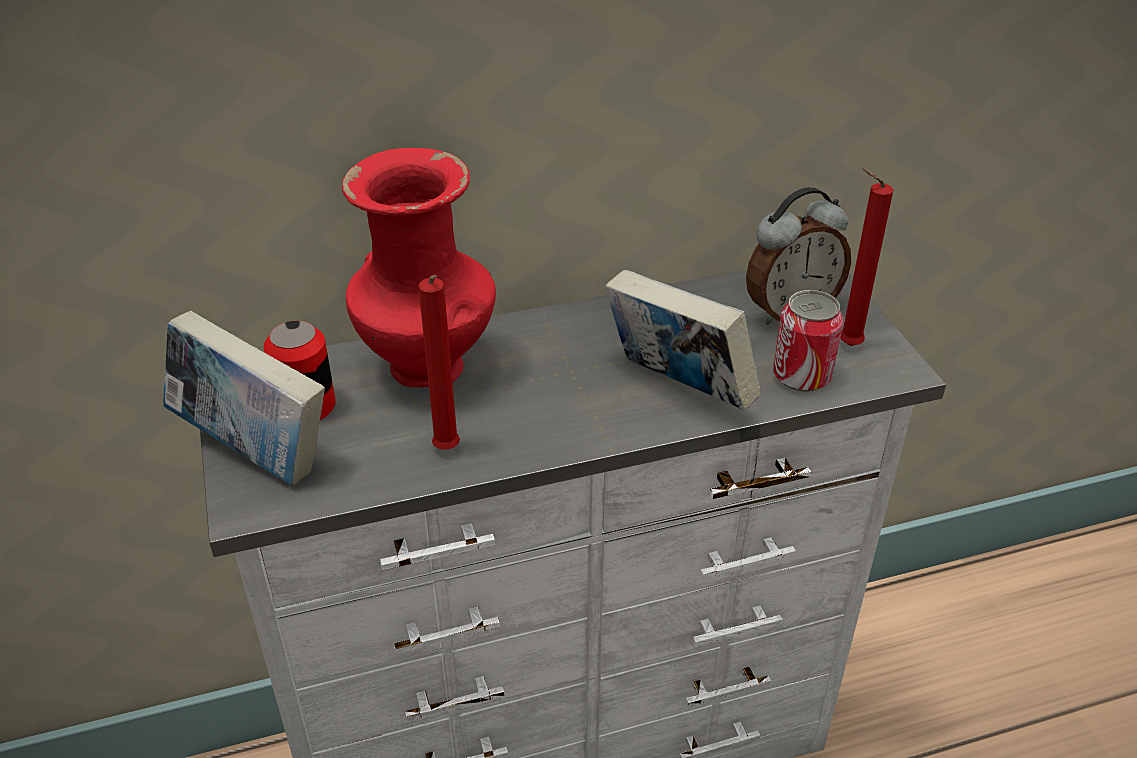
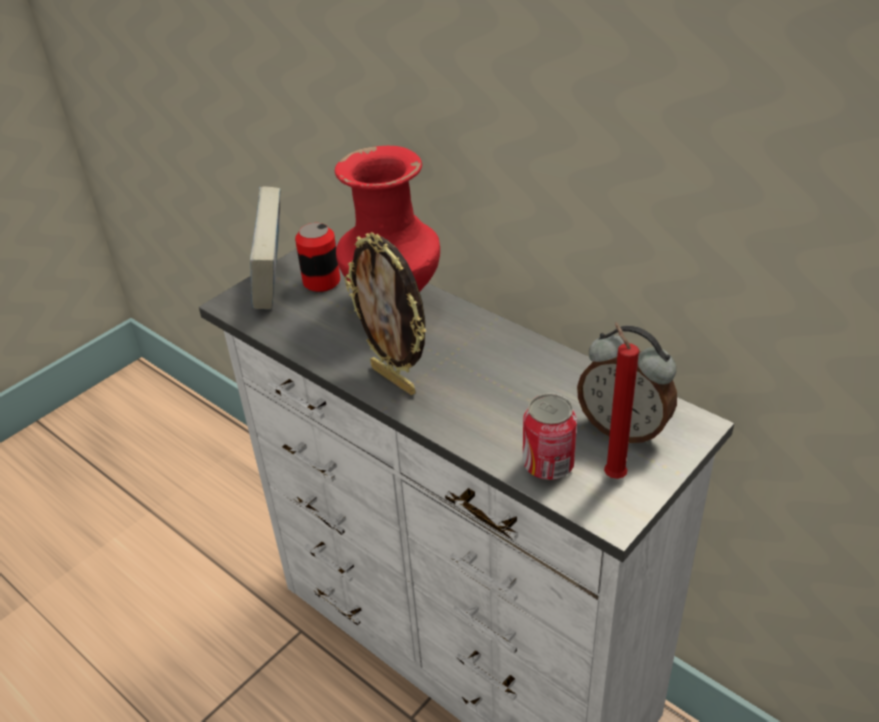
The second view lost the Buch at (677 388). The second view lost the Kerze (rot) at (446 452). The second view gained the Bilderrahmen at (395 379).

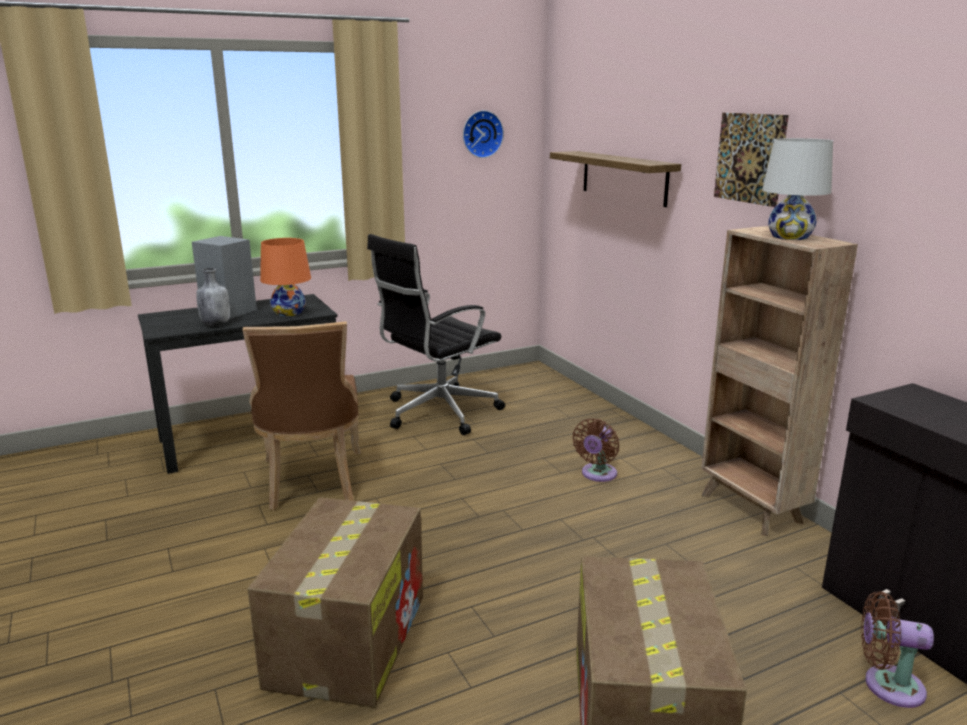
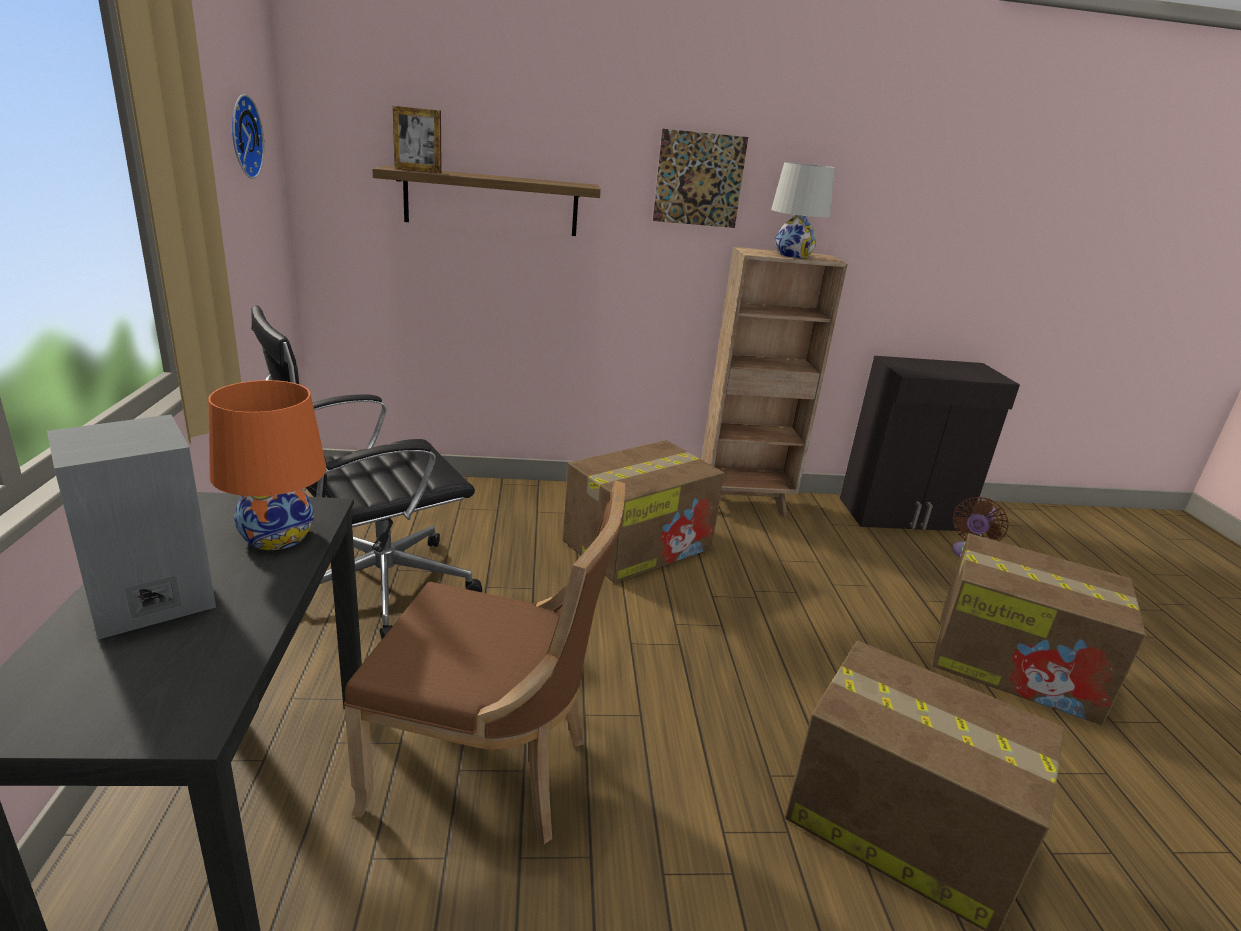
The Bürostuhl (schwarz) at (438 413) ended up facing another way, 75 degrees clockwise from before. The second view lost the Flasche (grau) at (216 324). Where the Ventilator (braun) stood at (597 475), the Karton came to stand at (639 544). The second view gained the Bilderrahmen at (418 171).

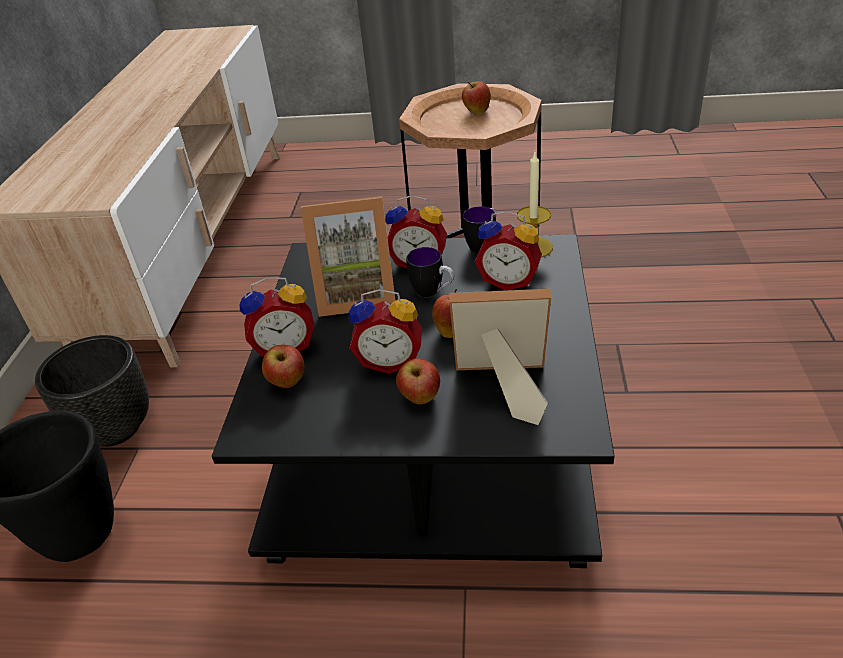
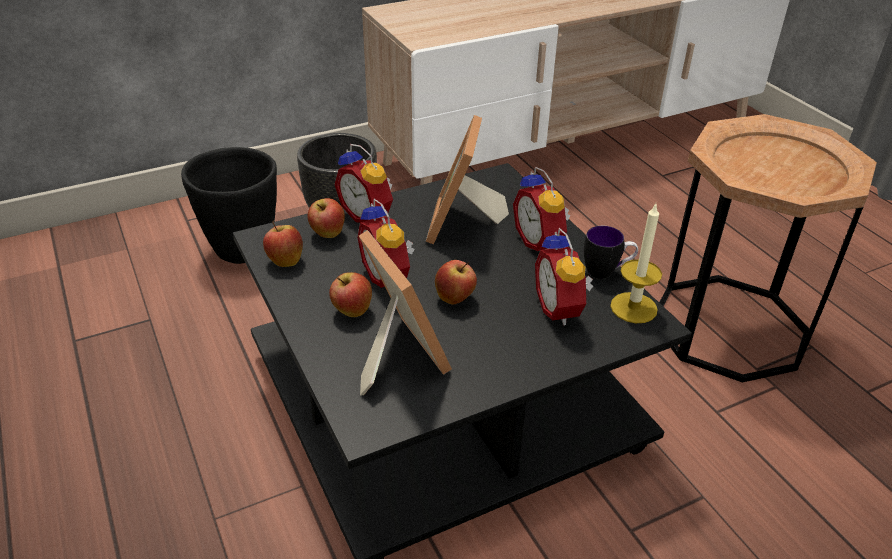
The Apfel ended up elsewhere, having gone from (476 111) to (285 261). The Bilderrahmen at (356 294) ended up facing another way, 45 degrees clockwise from before. The second view lost the Henkelbecher at (433 292).

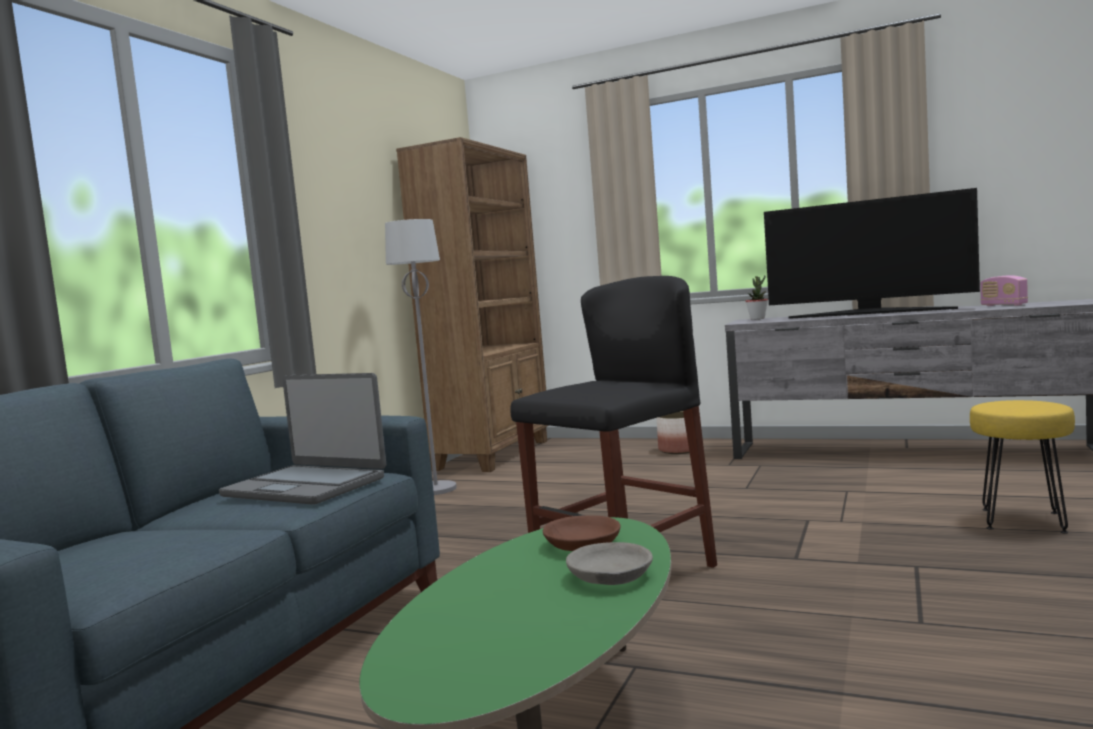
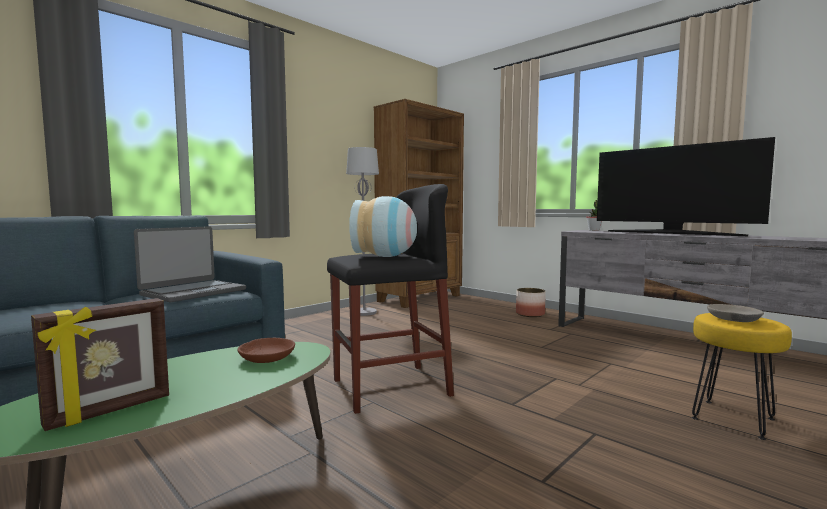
The second view lost the Radio at (1003 305). The Laptop at (306 486) ended up facing another way, 105 degrees counterclockwise from before. The Schüssel (grau) ended up elsewhere, having gone from (610 577) to (733 319). The second view gained the Vase at (385 256). The second view gained the Bilderrahmen at (110 411).

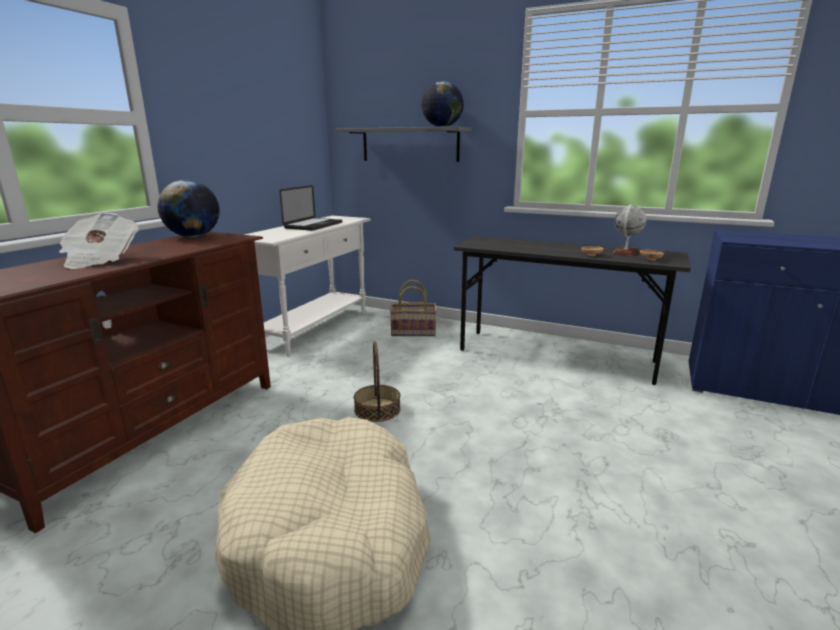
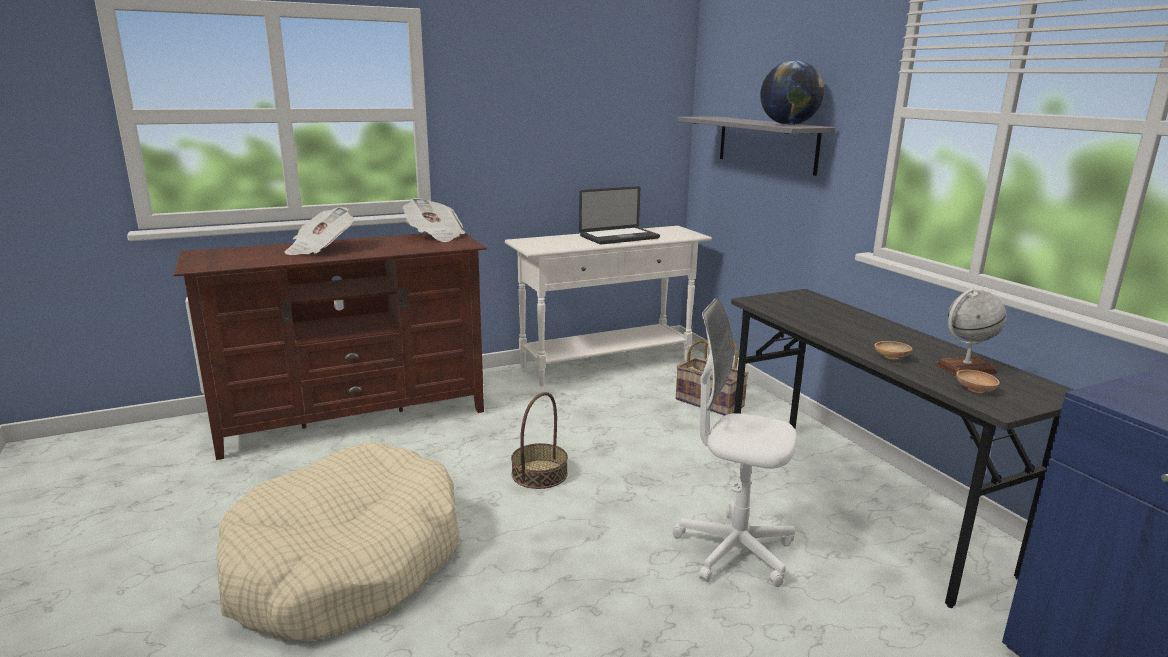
Where the Globus stood at (193 236), the Zeitung came to stand at (435 236). The second view gained the Bürostuhl (weiß) at (734 551).

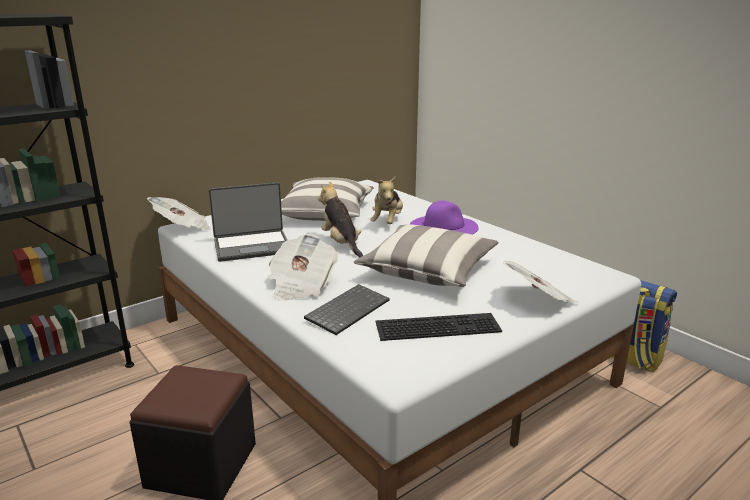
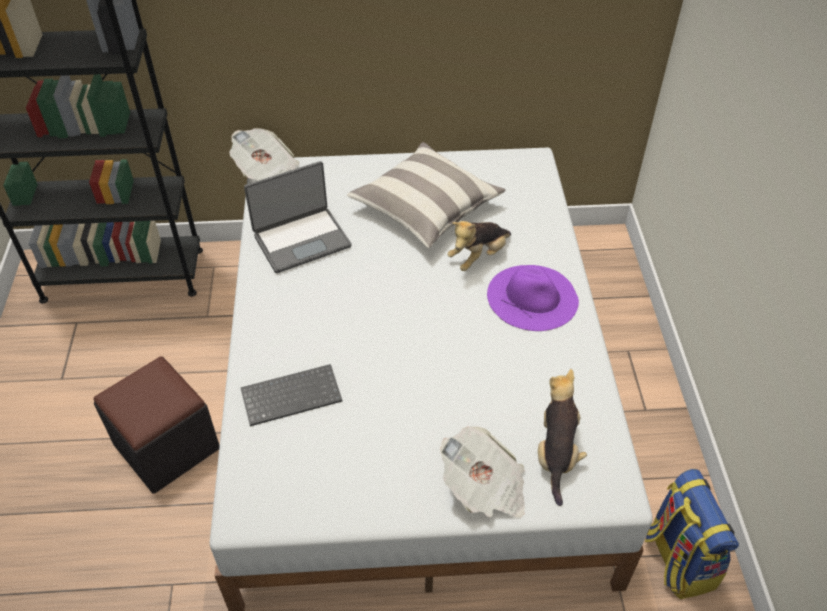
The Plüschtier ended up elsewhere, having gone from (341 243) to (556 453). The Laptop at (252 246) ended up facing another way, 45 degrees counterclockwise from before. The second view lost the Kissen at (427 271). The second view lost the Zeitung at (301 285). The second view lost the Tastatur at (438 325).

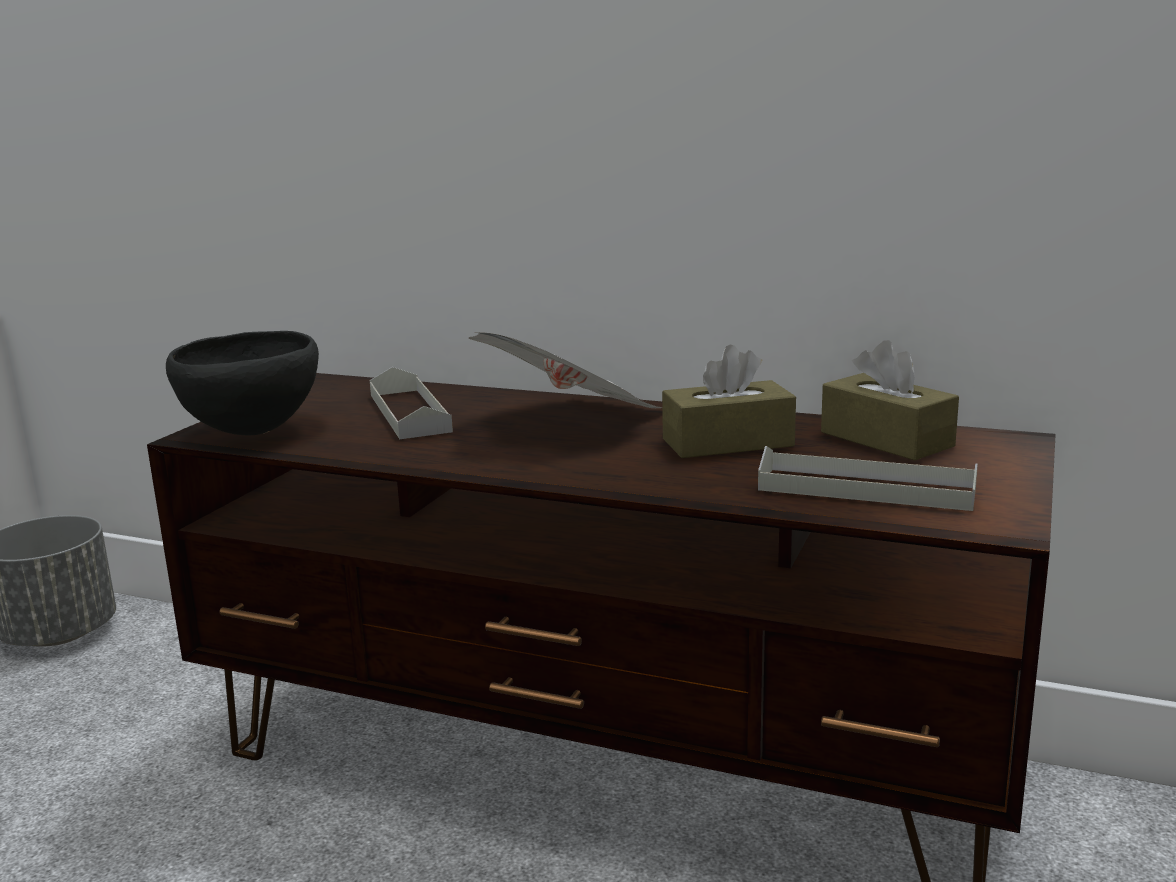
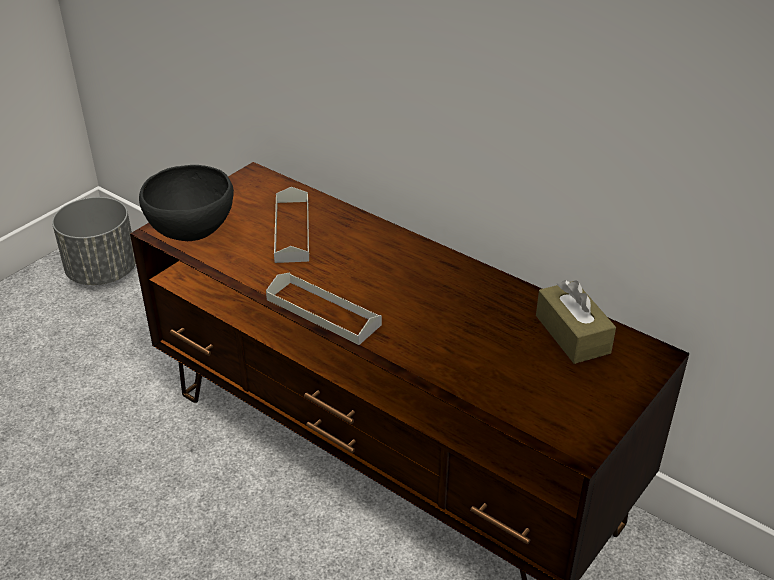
The second view lost the Zeitung at (572 423). The second view lost the Taschentuchbox (braun) at (727 442). The Tablett (grau) ended up elsewhere, having gone from (866 489) to (323 312).

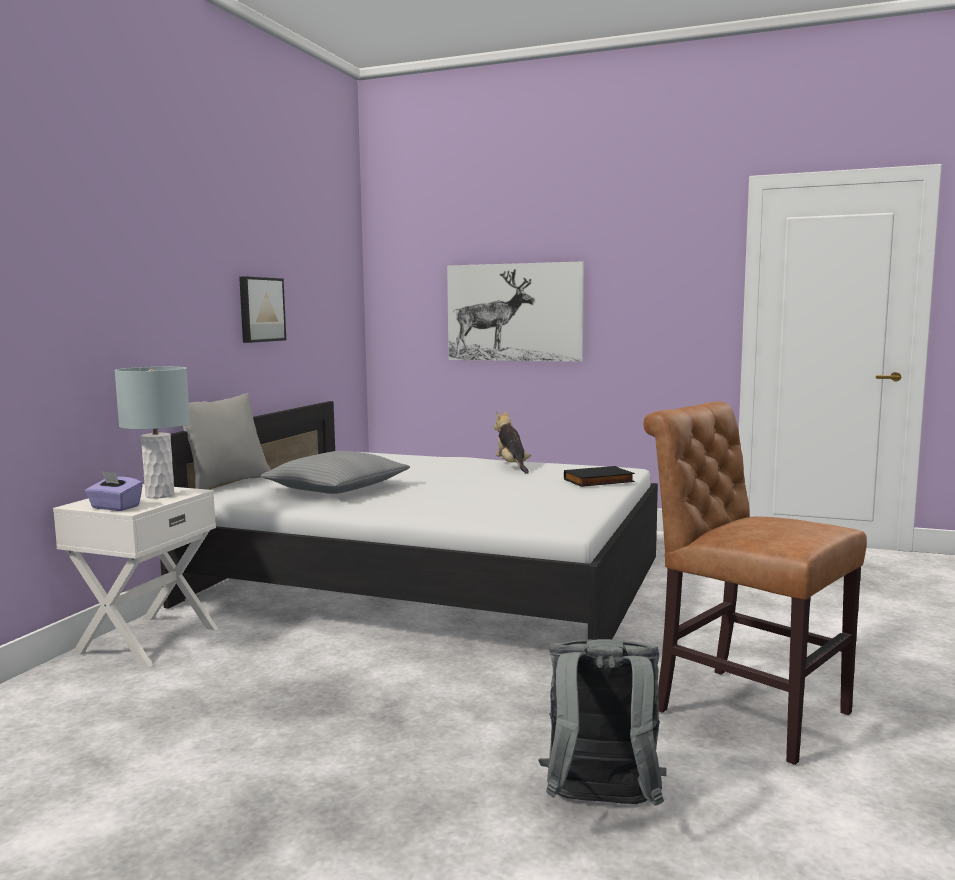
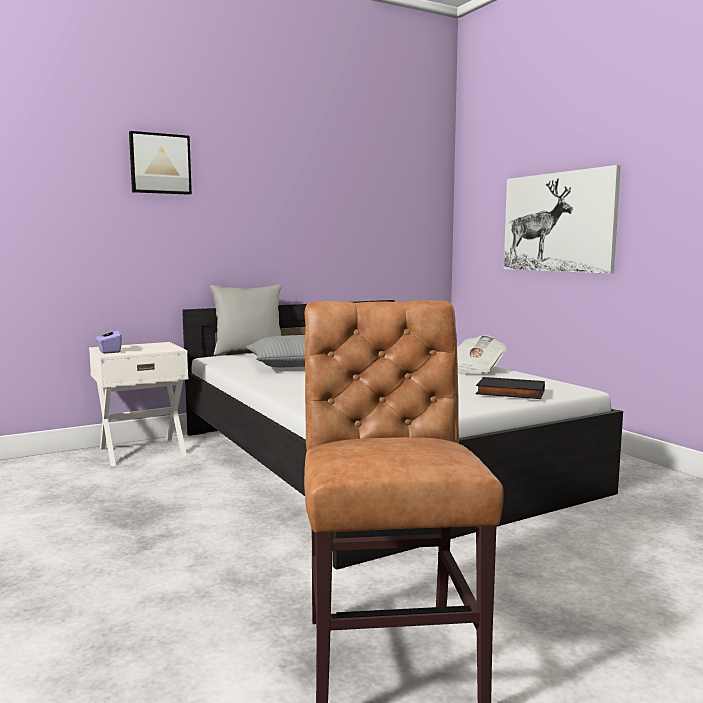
The Bild ended up elsewhere, having gone from (260 309) to (160 164). The second view lost the Tischlampe (grau) at (160 495). Where the Plüschtier stood at (512 466), the Zeitung came to stand at (475 370). The second view lost the Rucksack (grau) at (601 805).

